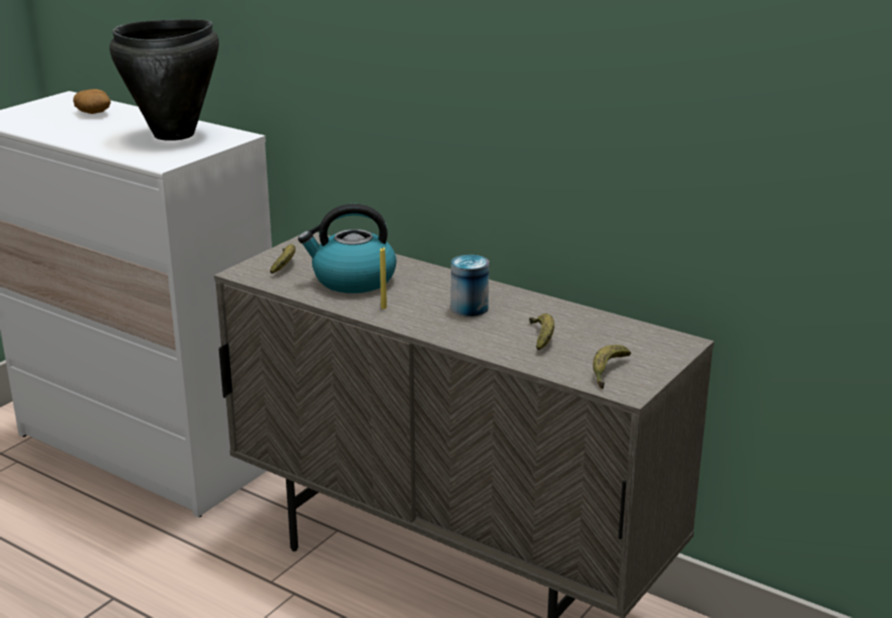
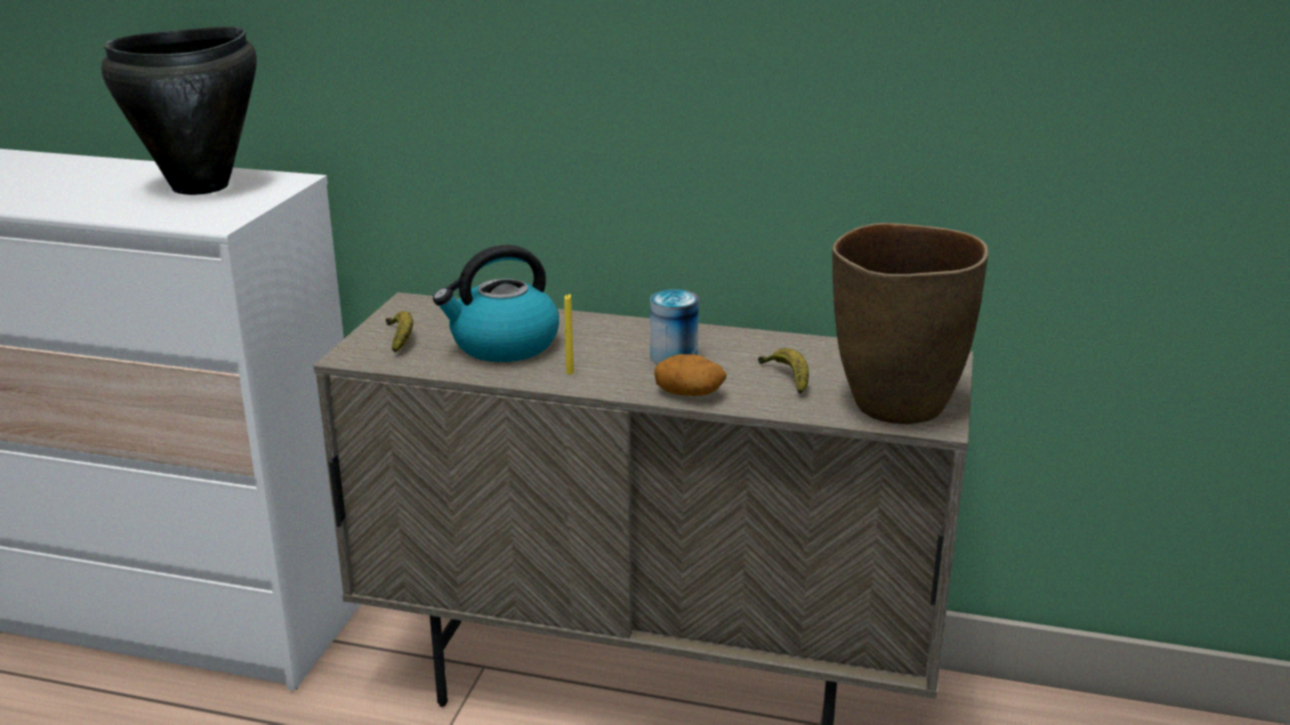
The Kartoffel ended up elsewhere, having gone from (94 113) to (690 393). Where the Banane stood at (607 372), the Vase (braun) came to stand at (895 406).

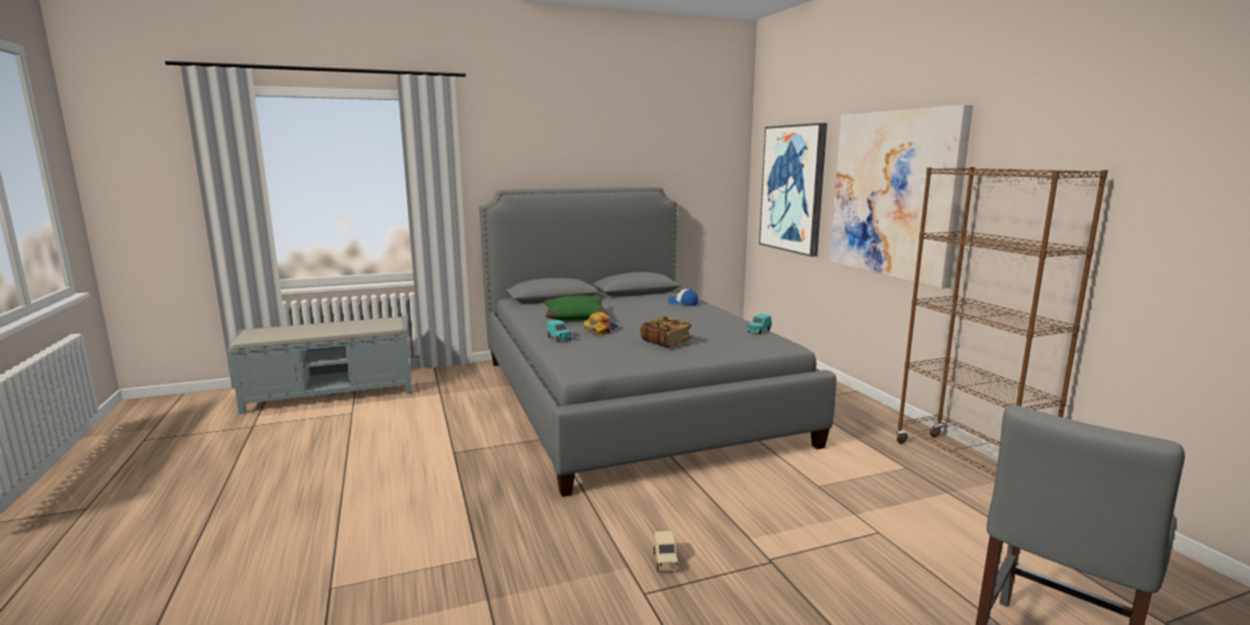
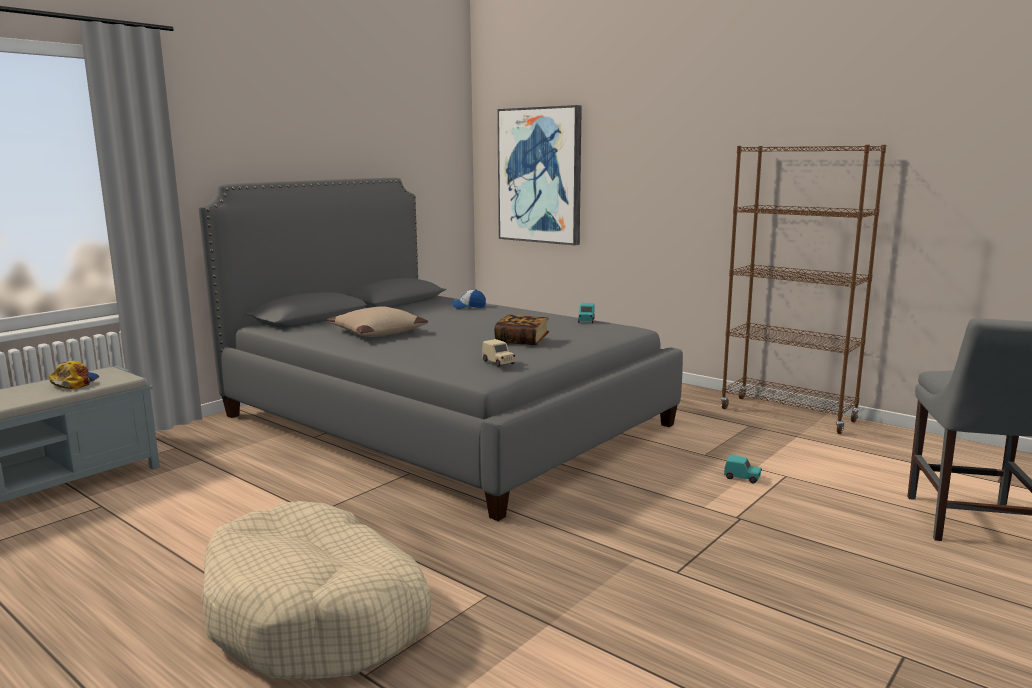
The second view lost the Bild at (895 194). What was the Kissen (grün) at (574 316) turned into the Kissen (beige) at (377 332). The Kappe ended up elsewhere, having gone from (600 329) to (74 382). The Spielzeugauto (türkis) ended up elsewhere, having gone from (559 338) to (742 478). The Spielzeugauto (beige) ended up elsewhere, having gone from (665 562) to (498 362). The second view gained the Hundebett (beige) at (317 615).

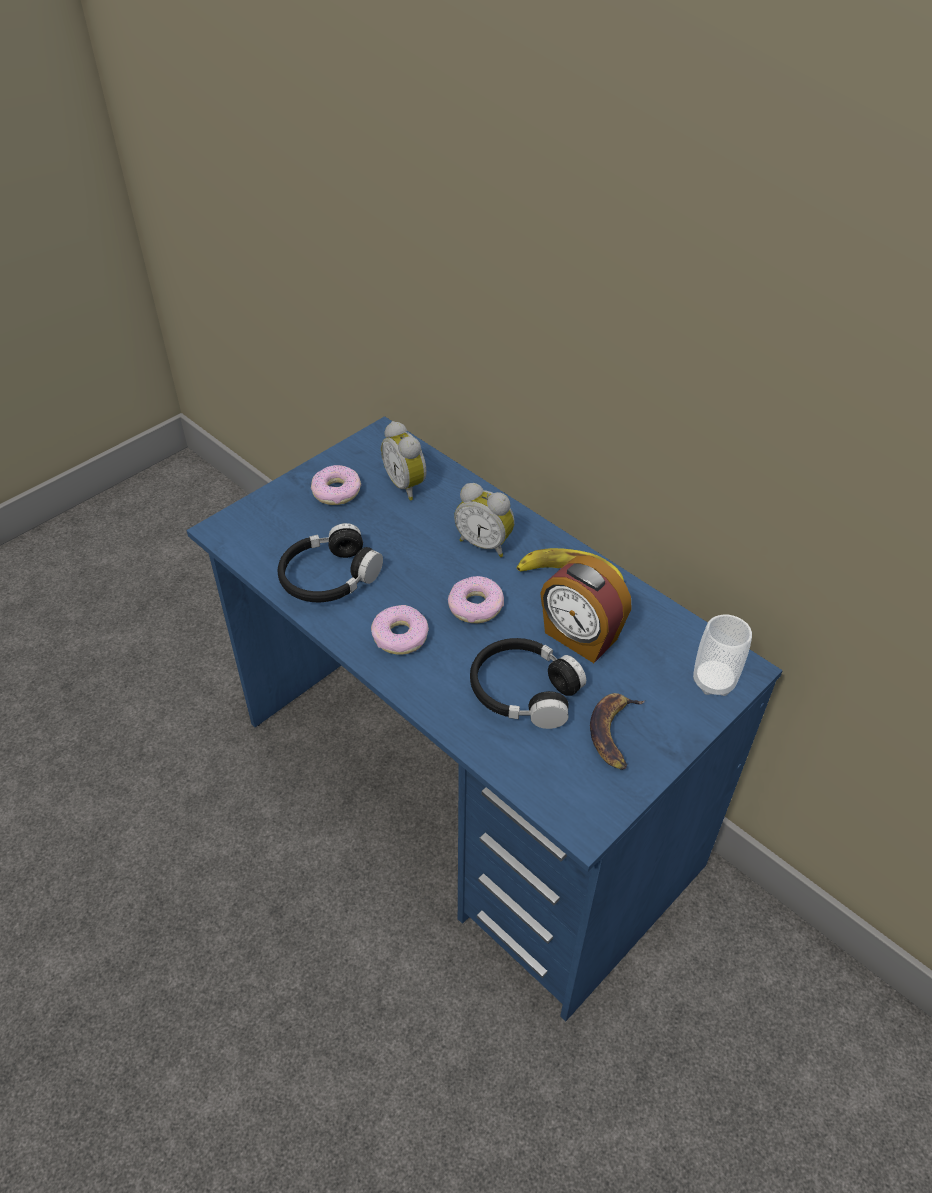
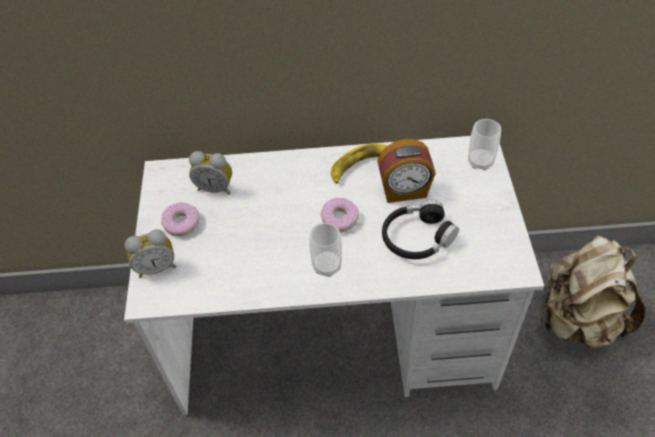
What was the Schreibtisch (blau) at (466 793) turned into the Schreibtisch (weiß) at (335 338). The Wecker ended up elsewhere, having gone from (485 543) to (156 267). The second view lost the Kopfhörer (schwarz) at (329 577). Where the Donut stood at (400 636), the Tasse came to stand at (327 266). The second view lost the Banane at (615 733). The second view gained the Rucksack (beige) at (578 320).

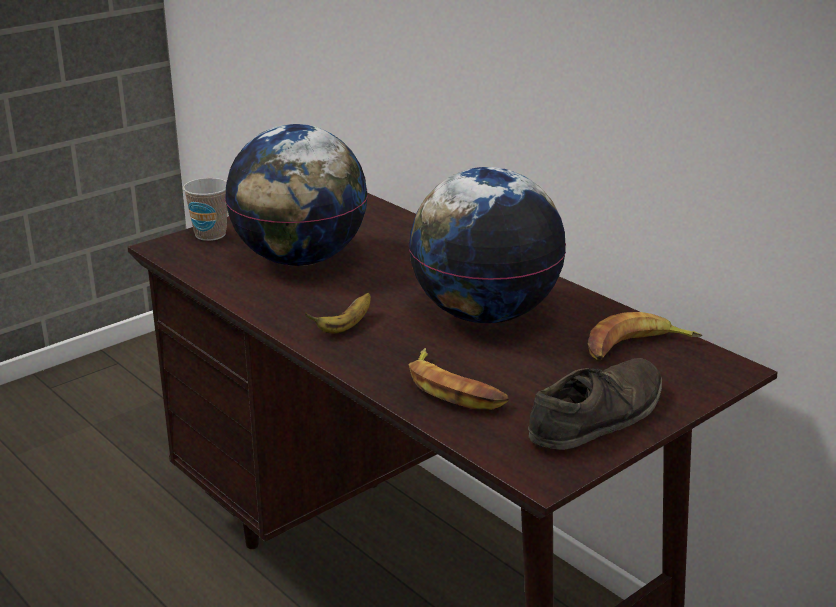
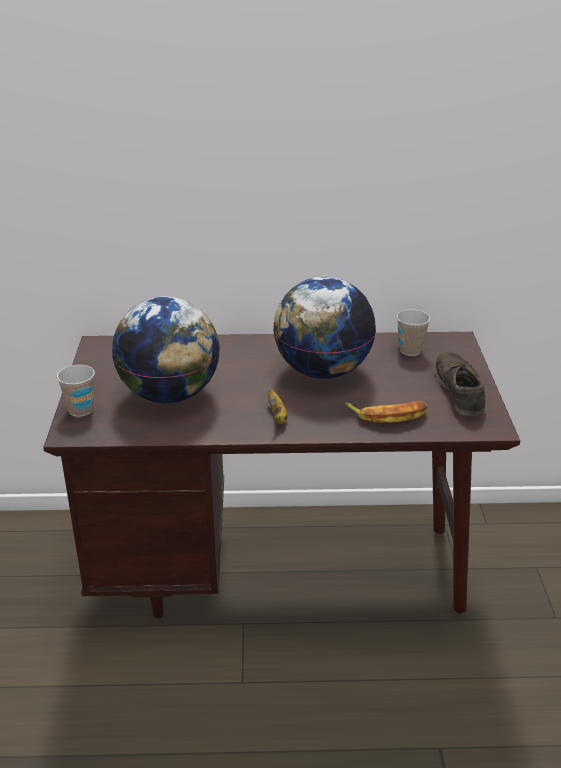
Where the Banane stood at (636 347), the Tasse came to stand at (410 350).

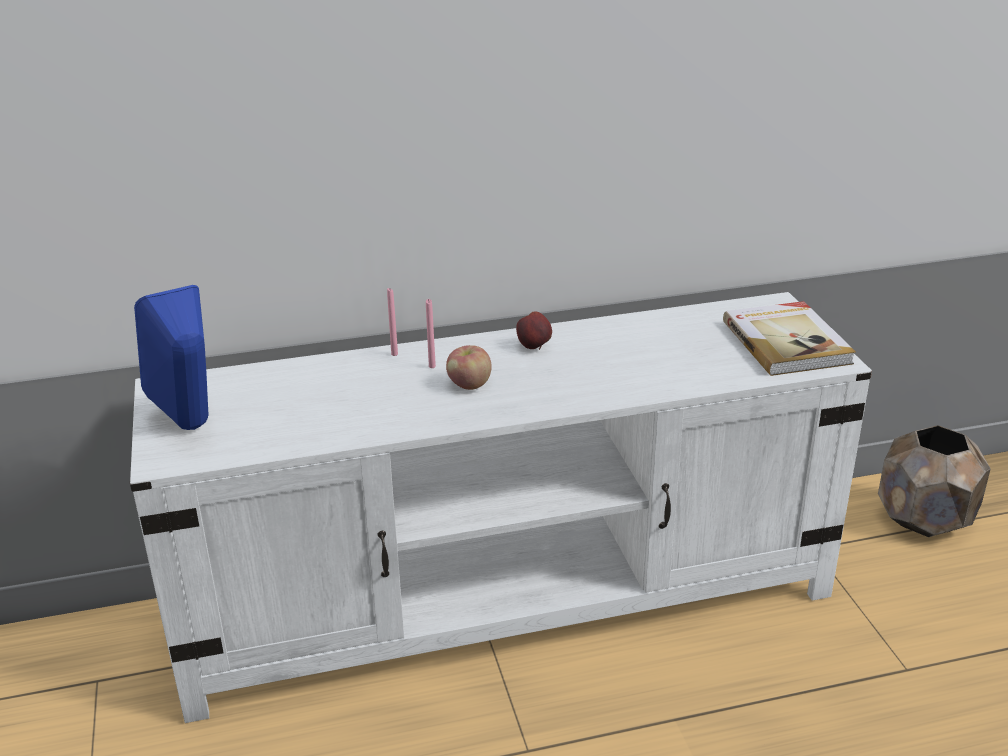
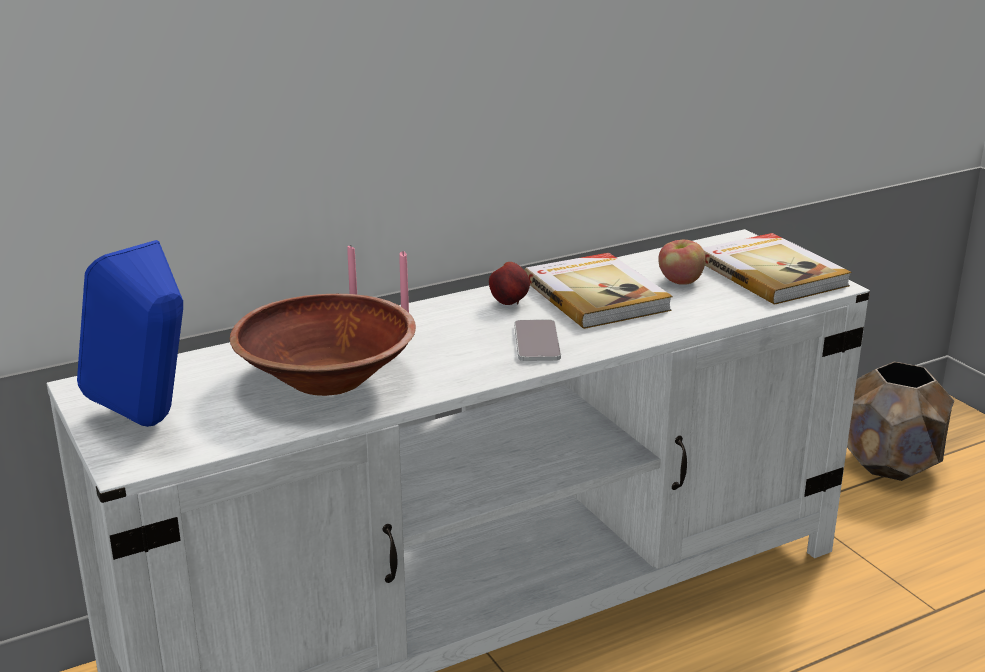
The Apfel ended up elsewhere, having gone from (469 385) to (680 281). The second view gained the Buch at (596 295). The second view gained the Schüssel (braun) at (327 380). The second view gained the Handy at (537 342).

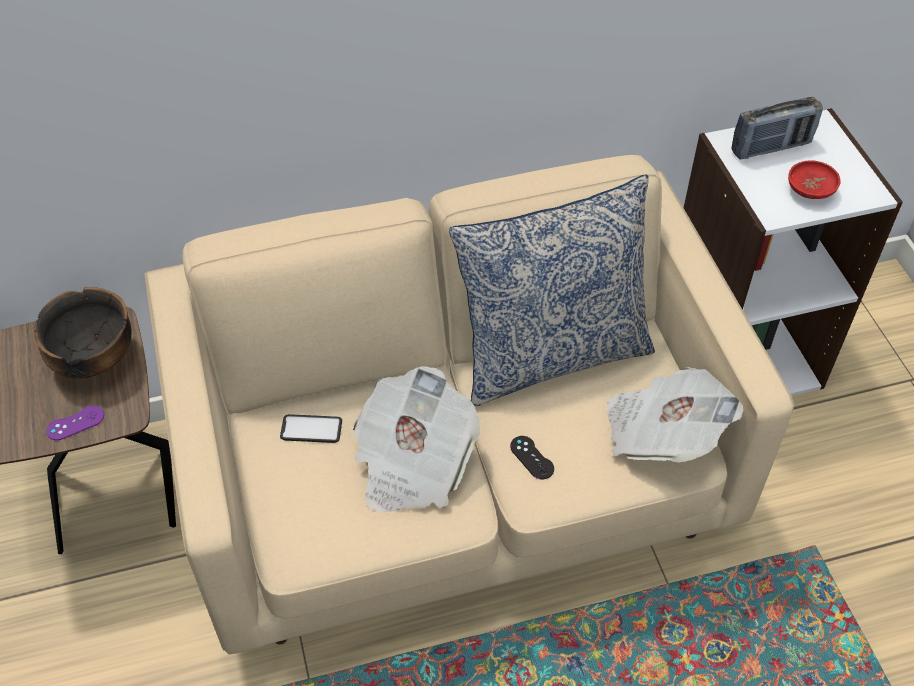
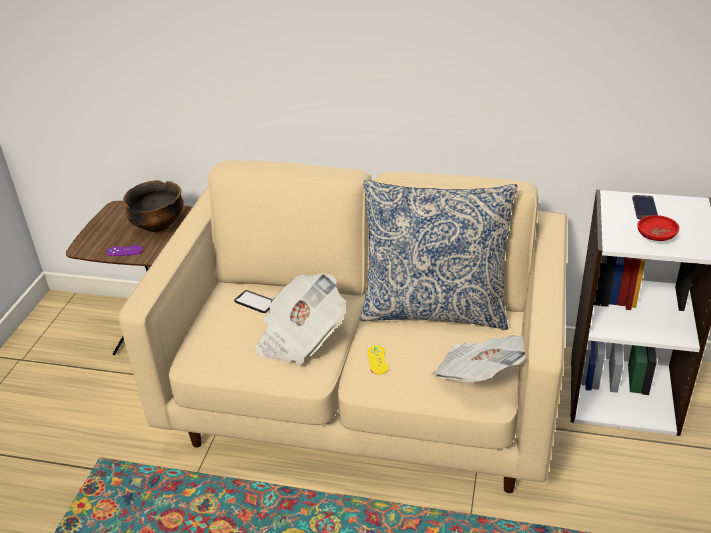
Where the Radio stood at (771 147), the Handy came to stand at (644 208). What was the Gamepad (schwarz) at (532 457) turned into the Gamepad (gelb) at (377 360).

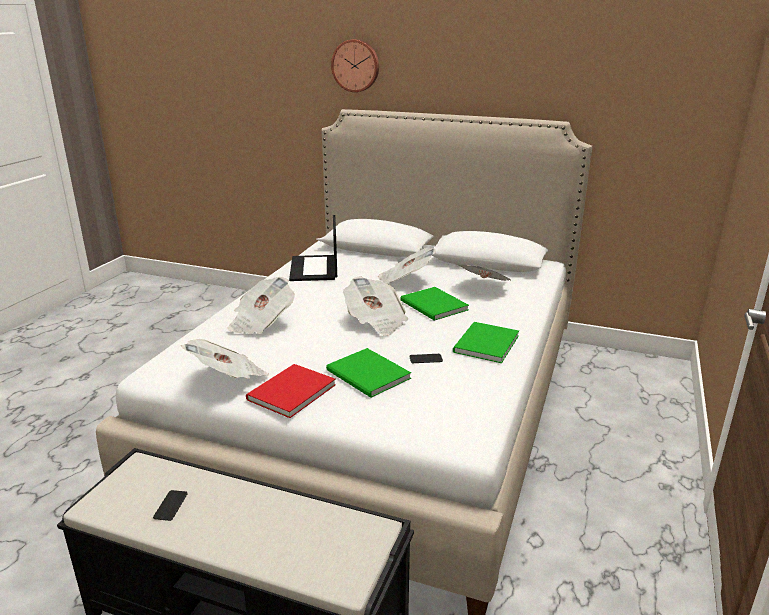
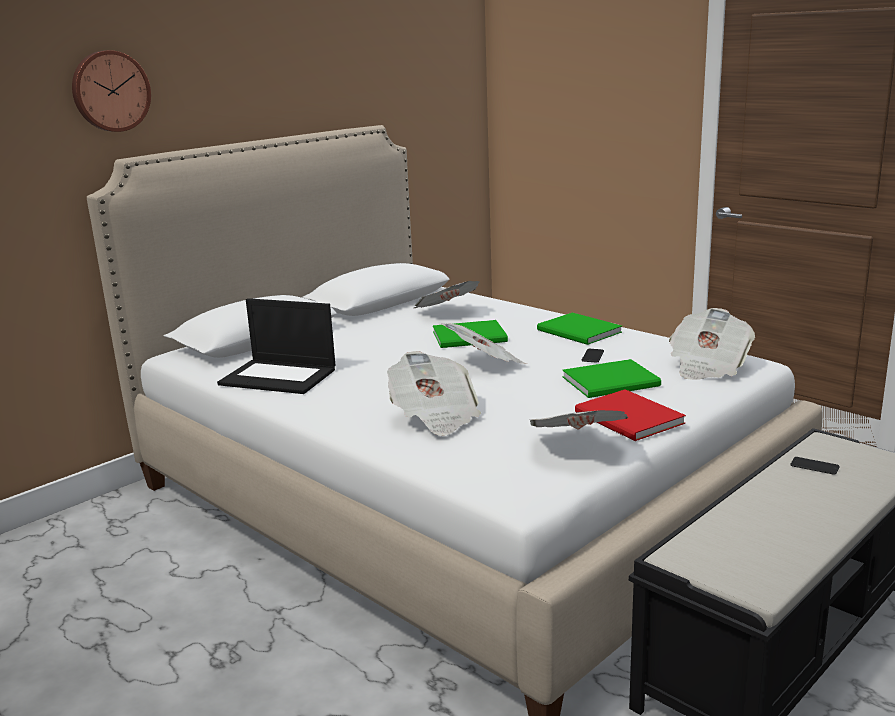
The Zeitung ended up elsewhere, having gone from (405 280) to (707 366). The Handy ended up elsewhere, having gone from (170 506) to (814 466).

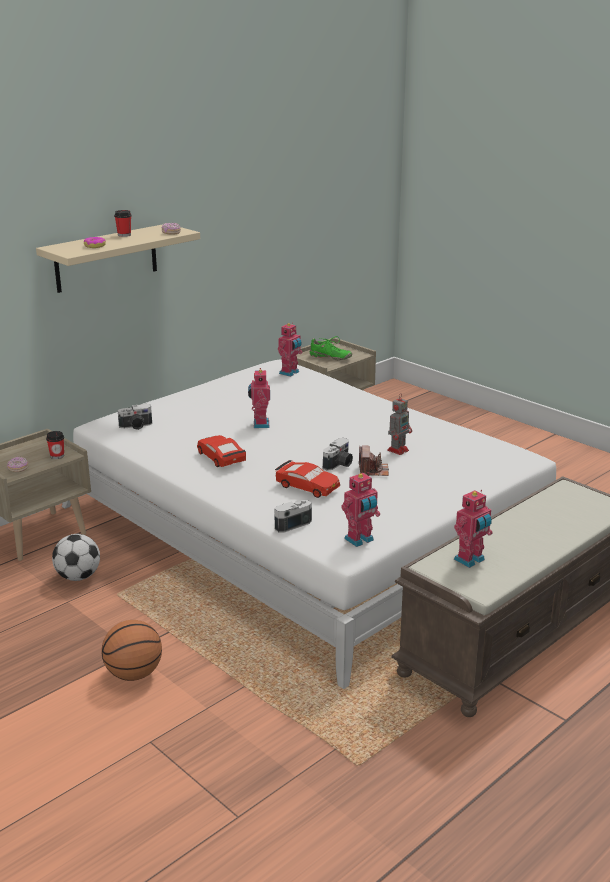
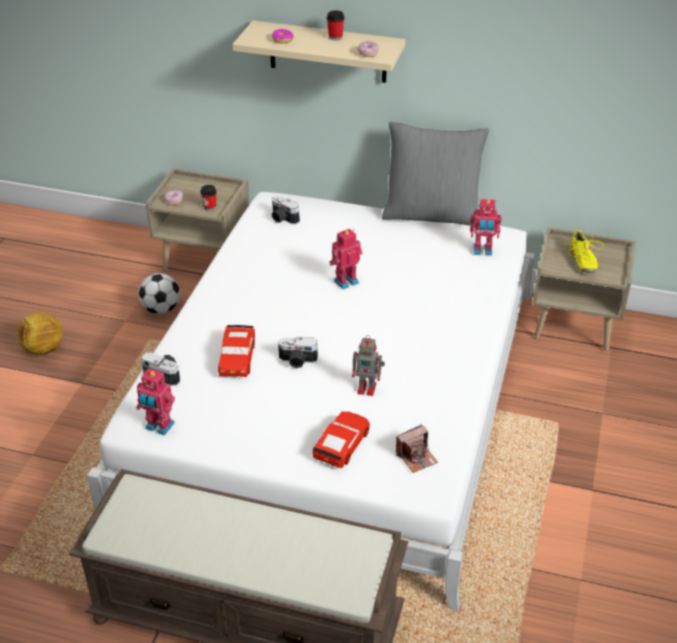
What was the Schuh (grün) at (330 357) turned into the Schuh (gelb) at (581 260). The Spielzeugauto (rot) ended up elsewhere, having gone from (221 457) to (341 445). The Kamera ended up elsewhere, having gone from (373 470) to (416 457). The second view lost the Spielzeugroboter at (470 560). The second view lost the Basketball at (134 674). The second view gained the Kissen (grau) at (432 214). The second view gained the Fußball at (43 349).

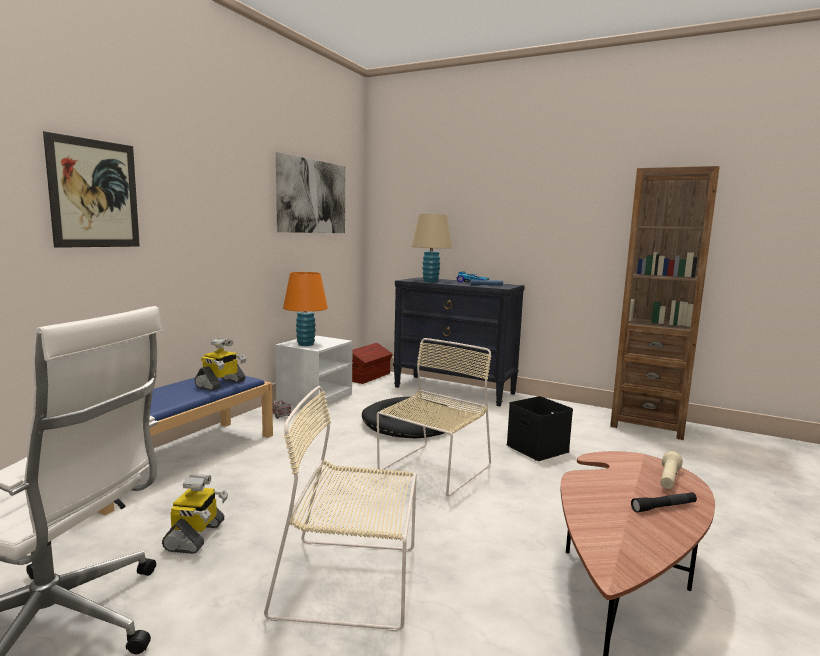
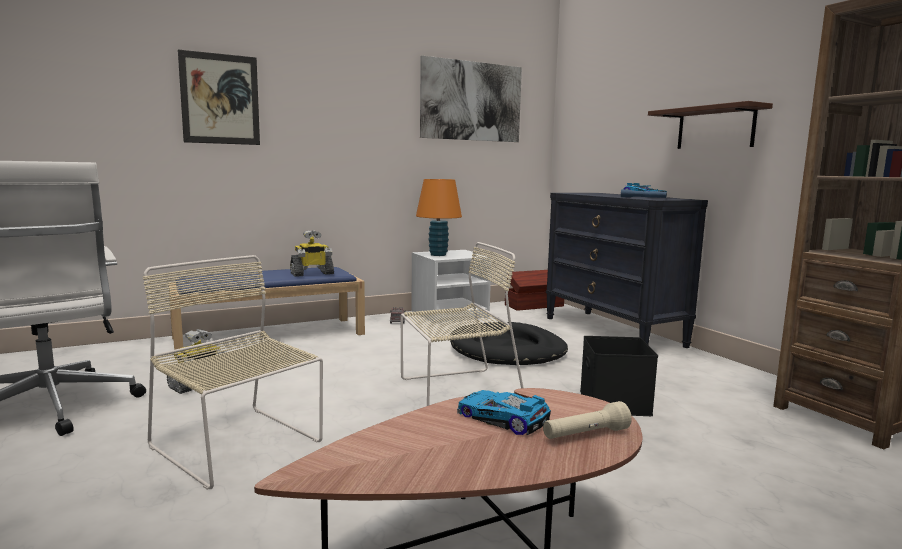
The second view lost the Tischlampe (beige) at (430 281). The second view lost the Taschenlampe (schwarz) at (664 507). The second view gained the Wandregal (braun) at (715 128). The second view gained the Spielzeugauto at (502 419).

